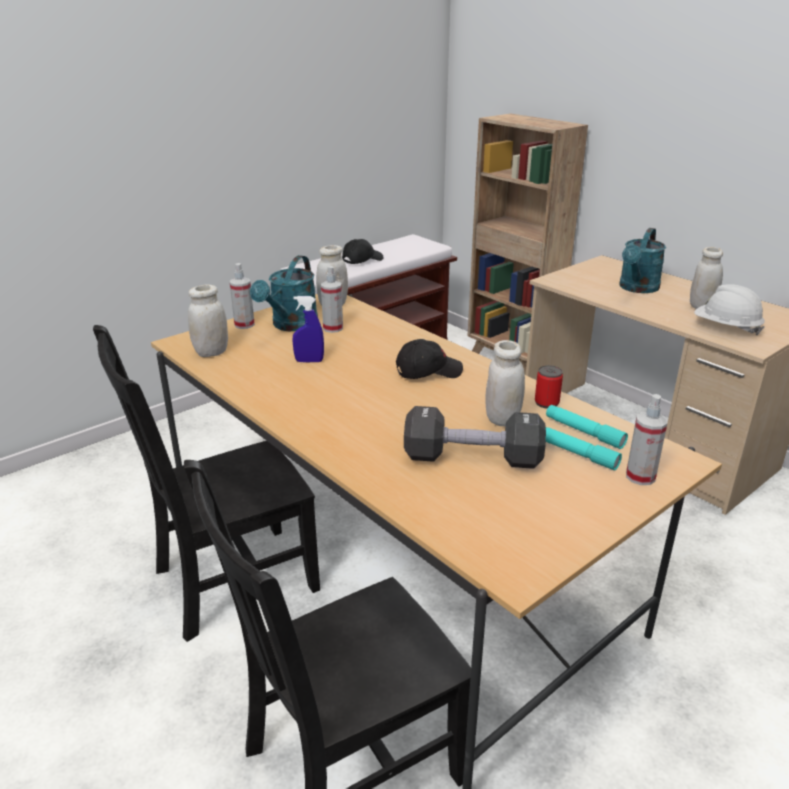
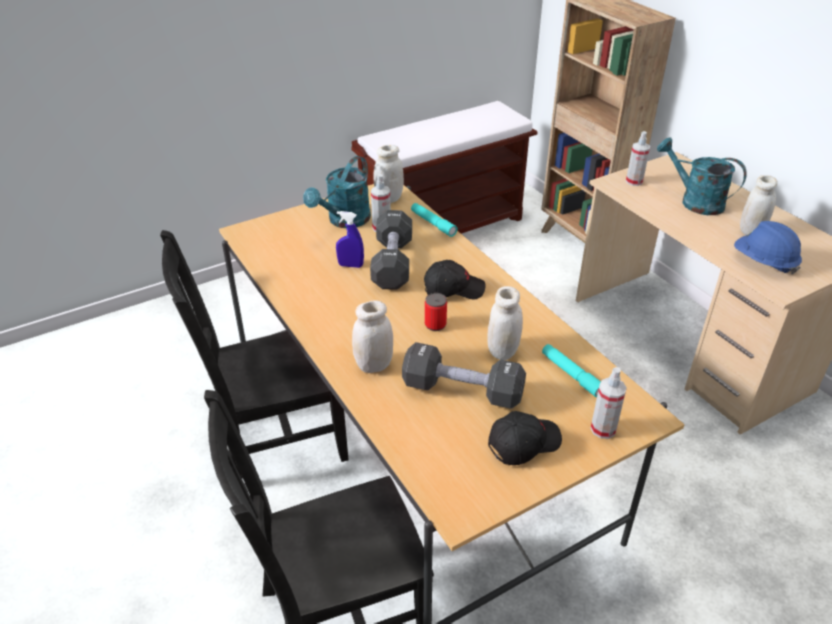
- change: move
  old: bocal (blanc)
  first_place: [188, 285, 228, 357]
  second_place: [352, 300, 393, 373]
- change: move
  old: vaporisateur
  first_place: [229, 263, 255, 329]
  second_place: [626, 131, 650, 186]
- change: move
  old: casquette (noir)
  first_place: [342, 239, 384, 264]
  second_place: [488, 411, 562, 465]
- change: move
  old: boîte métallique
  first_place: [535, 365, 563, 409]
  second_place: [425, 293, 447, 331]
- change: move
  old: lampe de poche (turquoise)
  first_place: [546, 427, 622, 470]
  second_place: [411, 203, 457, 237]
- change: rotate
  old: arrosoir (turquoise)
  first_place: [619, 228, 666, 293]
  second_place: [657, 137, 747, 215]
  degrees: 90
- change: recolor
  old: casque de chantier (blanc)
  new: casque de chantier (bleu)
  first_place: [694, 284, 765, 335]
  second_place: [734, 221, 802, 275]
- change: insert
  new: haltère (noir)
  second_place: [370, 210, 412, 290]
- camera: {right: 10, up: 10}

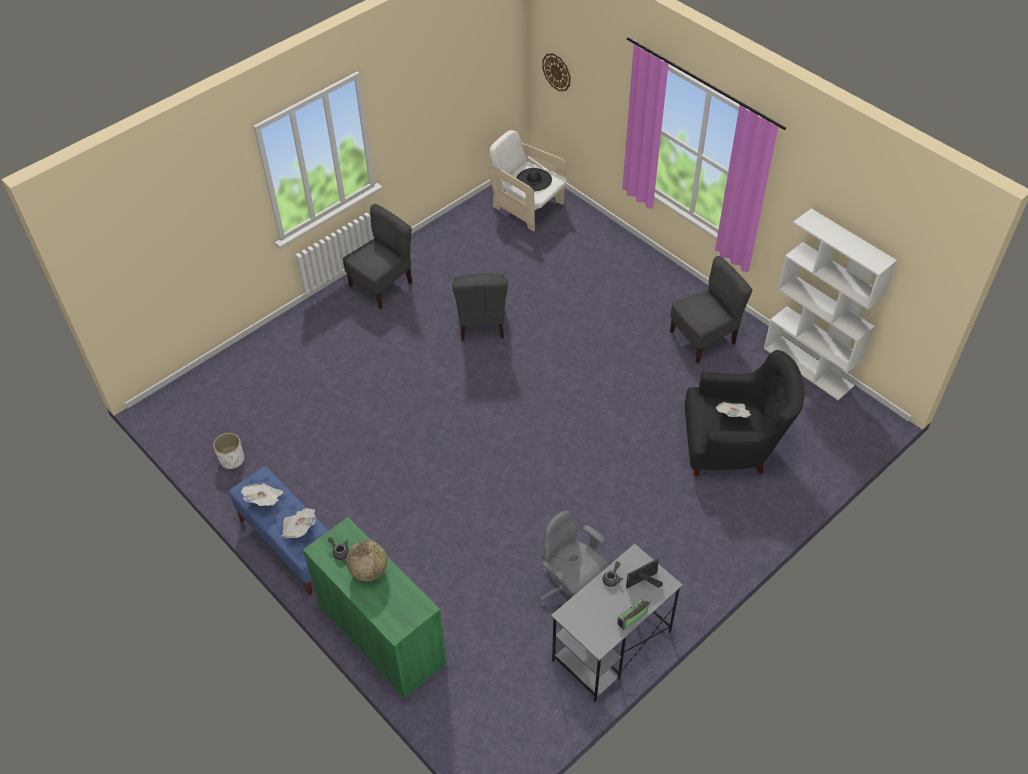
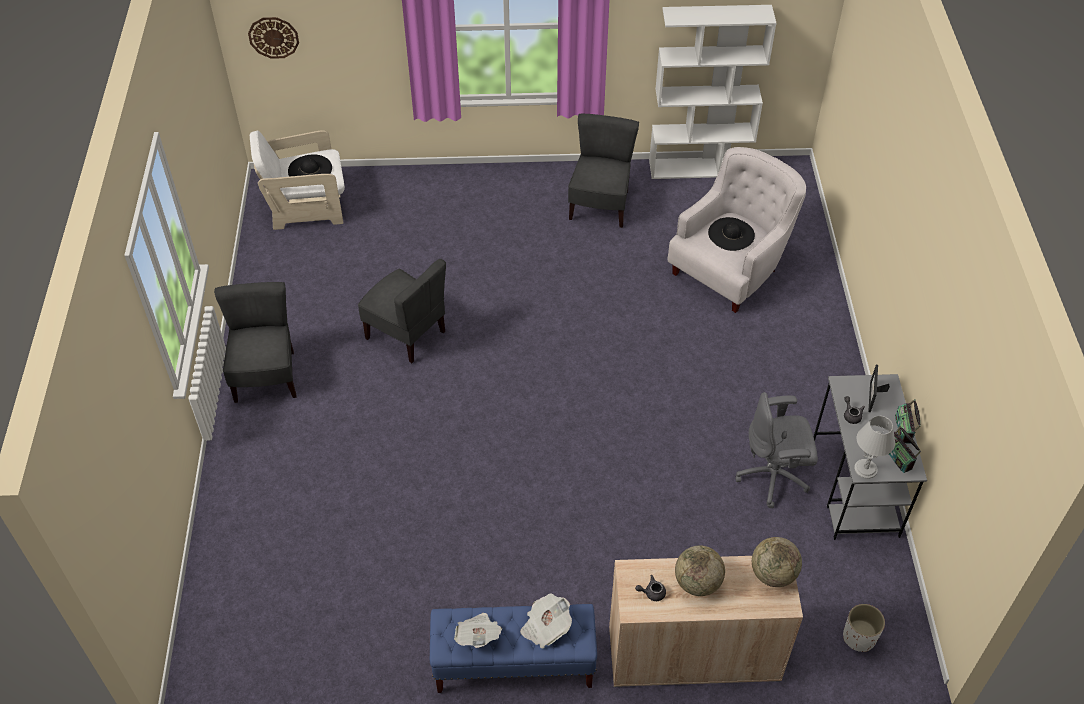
- change: move
  old: cache-pot (blanc)
  first_place: [213, 433, 244, 469]
  second_place: [843, 604, 885, 652]
- change: recolor
  old: meuble de rangement (vert)
  new: meuble de rangement (beige)
  first_place: [303, 517, 447, 699]
  second_place: [609, 556, 803, 687]
- change: recolor
  old: fauteuil (noir)
  new: fauteuil (blanc)
  first_place: [685, 350, 804, 476]
  second_place: [667, 147, 806, 313]
- change: replace
  old: journal
  new: chapeau (noir)
  first_place: [716, 402, 751, 418]
  second_place: [708, 217, 755, 251]
- change: insert
  new: globe
  second_place: [752, 537, 802, 587]
- change: insert
  new: lampe de table (gris)
  second_place: [854, 416, 895, 479]
- change: insert
  new: radio
  second_place: [889, 426, 921, 473]
- camera: {right: -50, up: 0}

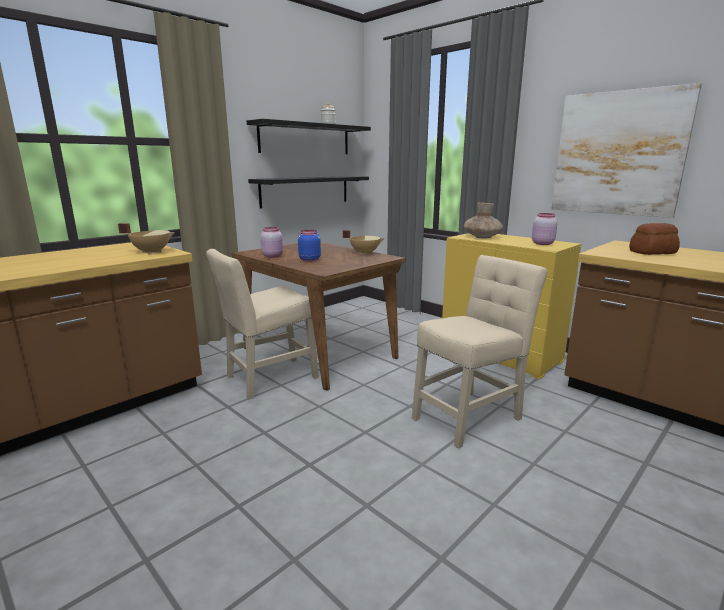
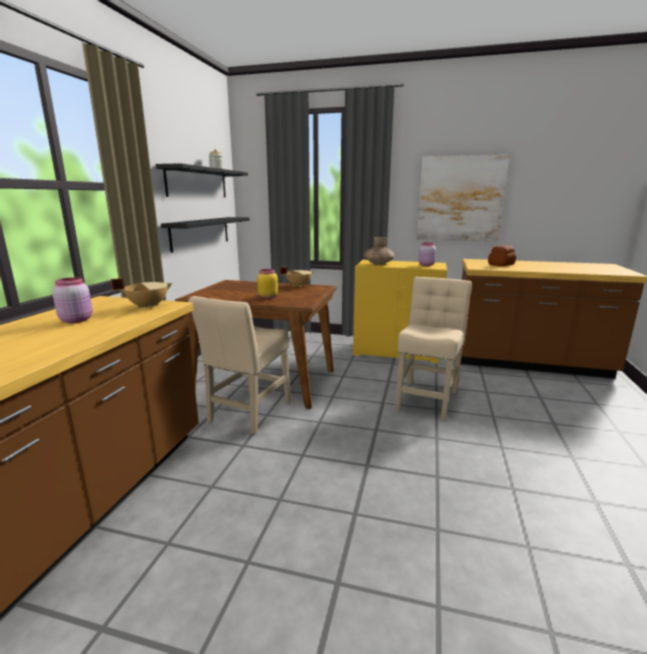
- change: move
  old: bocal (rose)
  first_place: [260, 227, 283, 258]
  second_place: [52, 277, 93, 323]
- change: recolor
  old: bocal (bleu)
  new: bocal (jaune)
  first_place: [298, 230, 321, 262]
  second_place: [257, 269, 278, 299]
- camera: {right: -30, up: 0}

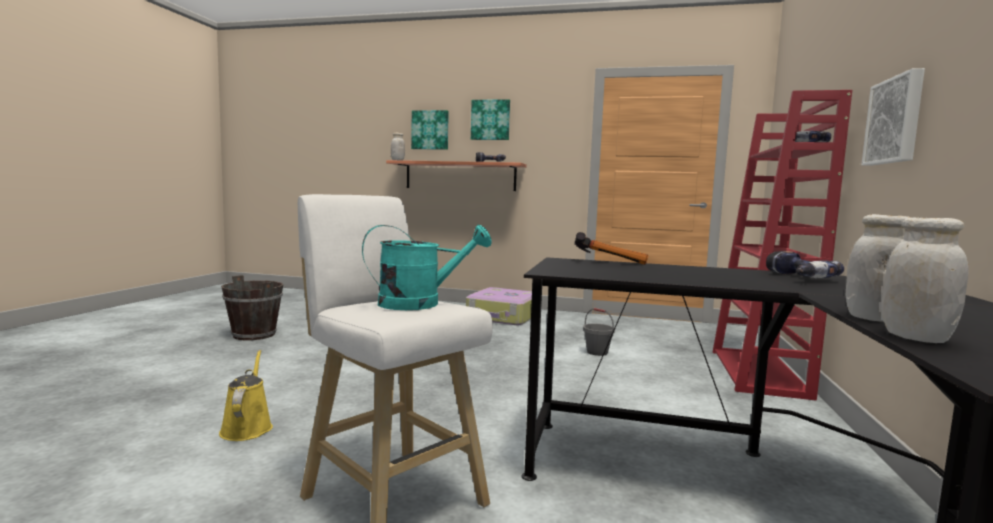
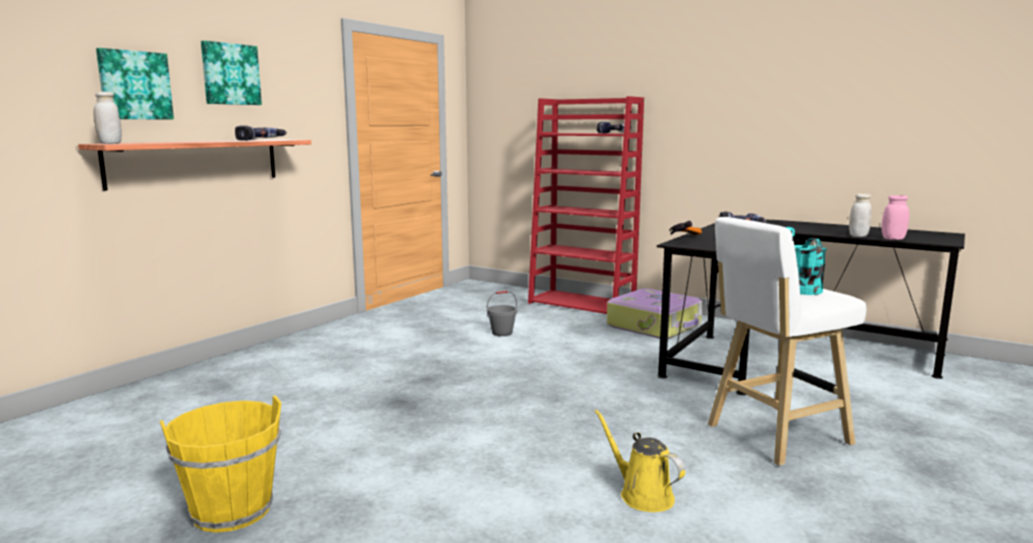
- change: rotate
  old: arrosoir (jaune)
  first_place: [219, 350, 273, 441]
  second_place: [594, 409, 685, 512]
  degrees: 45
- change: recolor
  old: seau (marron)
  new: seau (jaune)
  first_place: [221, 275, 283, 340]
  second_place: [160, 396, 281, 533]
- change: move
  old: valise
  first_place: [466, 287, 532, 325]
  second_place: [607, 288, 703, 339]
- change: delete
  old: tableau
  first_place: [861, 68, 925, 166]
- change: recolor
  old: bocal (blanc)
  new: bocal (rose)
  first_place: [882, 217, 969, 343]
  second_place: [881, 195, 909, 240]
- camera: {right: -70, up: 5}

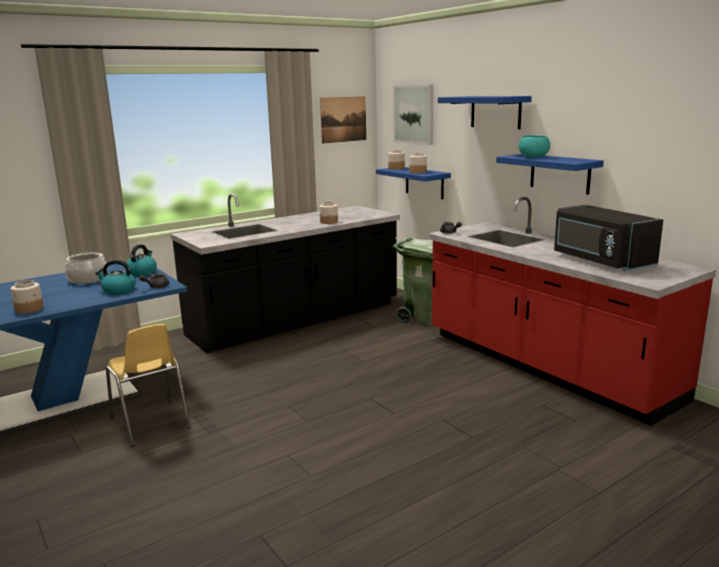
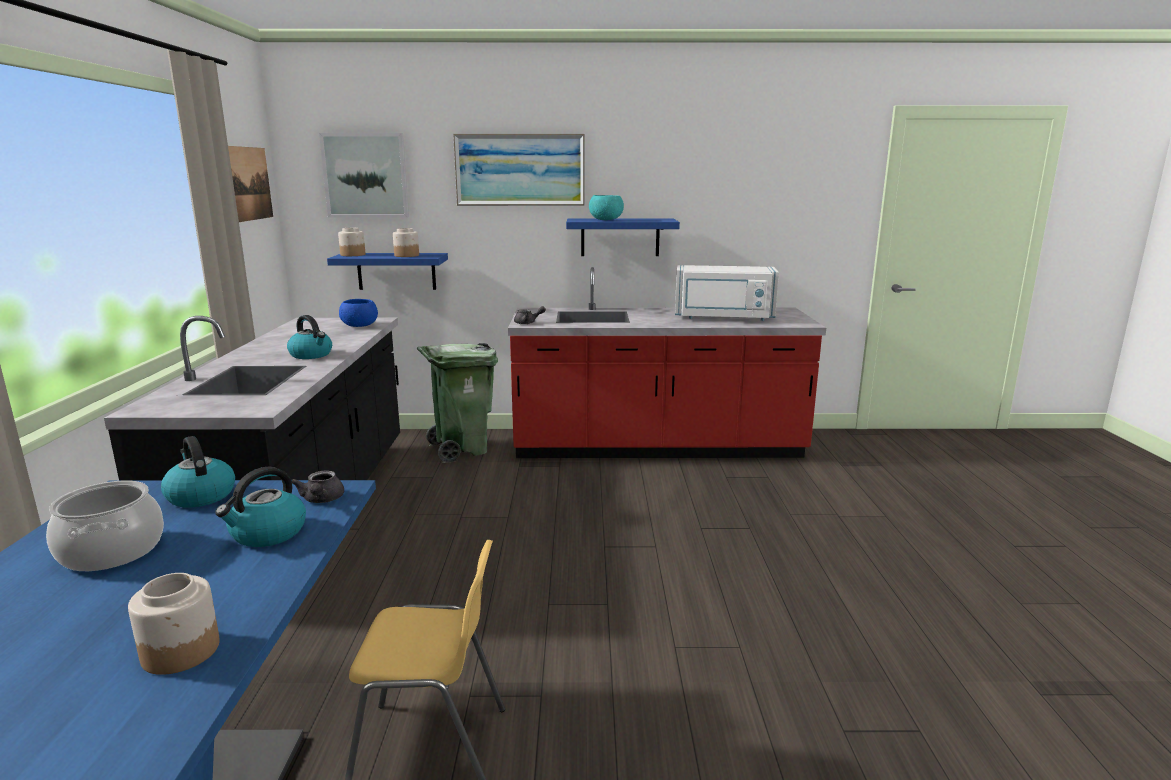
- change: delete
  old: bocal
  first_place: [319, 202, 338, 224]
- change: replace
  old: étagère (bleu)
  new: tableau
  first_place: [438, 96, 532, 129]
  second_place: [453, 134, 585, 206]
- change: recolor
  old: micro-ondes (noir)
  new: micro-ondes (blanc)
  first_place: [554, 205, 663, 271]
  second_place: [675, 265, 779, 321]
- change: insert
  new: bouilloire
  second_place: [287, 315, 332, 359]
- change: insert
  new: bol (bleu)
  second_place: [339, 299, 378, 327]
- camera: {right: -55, up: 0}

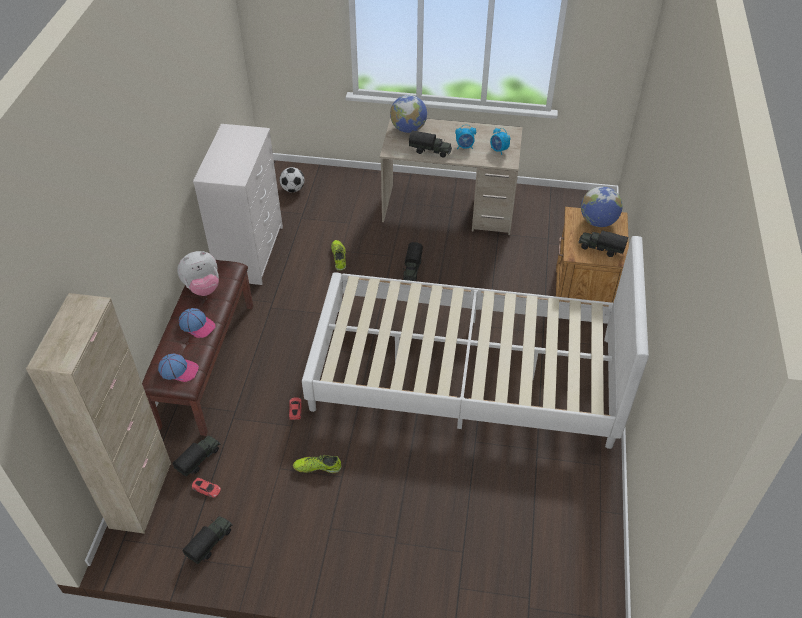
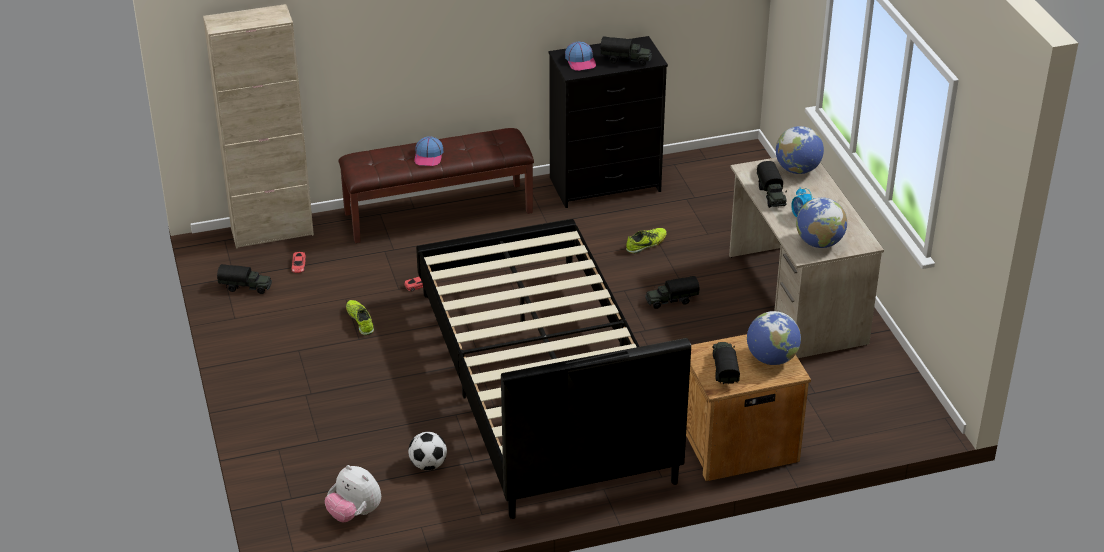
- change: move
  old: casquette
  first_place: [158, 353, 199, 382]
  second_place: [565, 41, 596, 71]
- change: move
  old: camion jouet
  first_place: [172, 436, 221, 477]
  second_place: [601, 36, 652, 66]
- change: move
  old: peluche
  first_place: [177, 251, 219, 296]
  second_place: [325, 465, 381, 522]
- change: recolor
  old: commode (blanc)
  new: commode (noir)
  first_place: [193, 124, 283, 285]
  second_place: [549, 36, 668, 208]
- change: move
  old: ballon de foot
  first_place: [279, 167, 305, 192]
  second_place: [408, 432, 447, 470]
- change: recolor
  old: lit (blanc)
  new: lit (noir)
  first_place: [302, 236, 649, 449]
  second_place: [416, 219, 691, 519]
- change: replace
  old: réveil
  new: globe
  first_place: [490, 128, 510, 155]
  second_place: [796, 198, 847, 248]
- camera: {right: 65, up: -10}

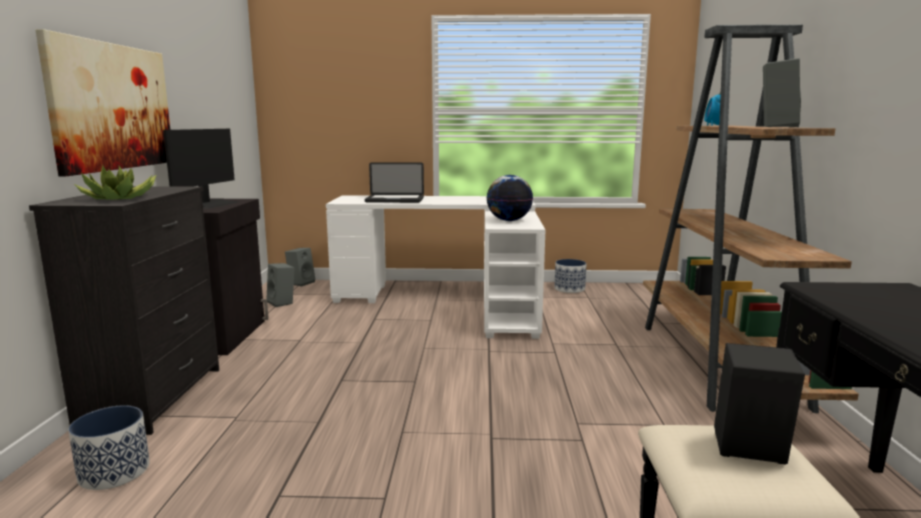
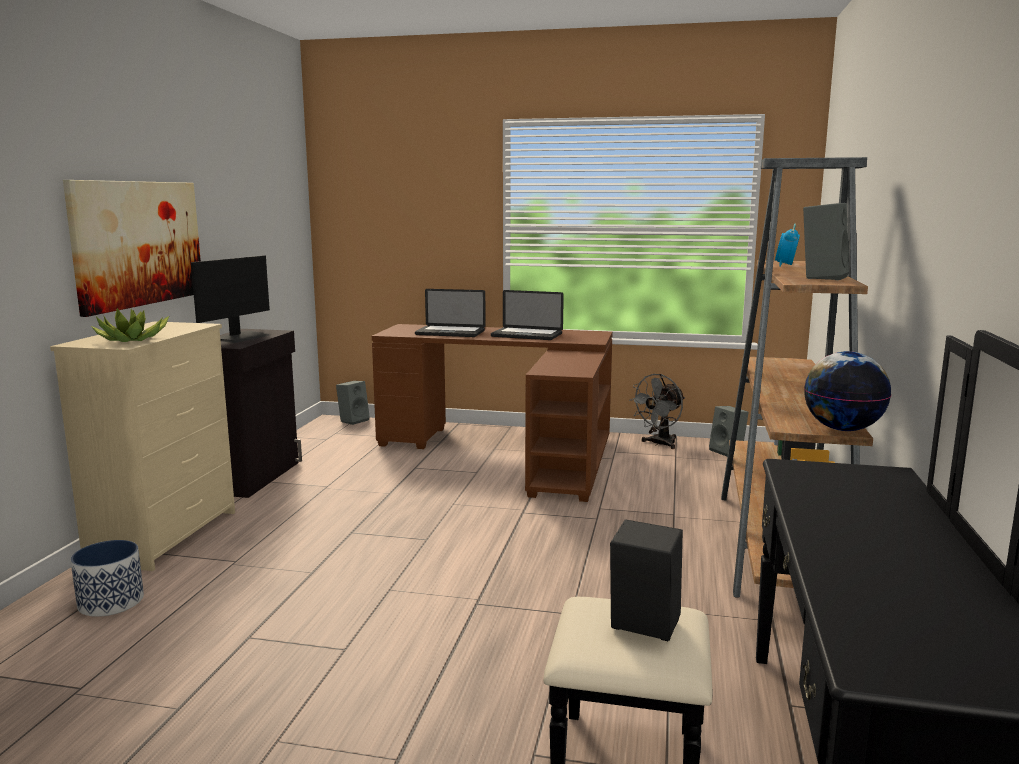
- change: recolor
  old: commode (noir)
  new: commode (beige)
  first_place: [29, 186, 219, 435]
  second_place: [50, 321, 235, 571]
- change: move
  old: enceinte (gris)
  first_place: [266, 263, 294, 307]
  second_place: [709, 406, 749, 457]
- change: recolor
  old: bureau (blanc)
  new: bureau (marron)
  first_place: [326, 195, 545, 339]
  second_place: [372, 324, 613, 502]
- change: move
  old: globe
  first_place: [486, 175, 533, 221]
  second_place: [804, 351, 891, 431]
- change: replace
  old: cache-pot
  new: ventilateur (gris)
  first_place: [554, 259, 586, 293]
  second_place: [629, 374, 685, 449]
- change: insert
  new: ordinateur portable
  second_place: [491, 290, 564, 340]
- camera: {right: 10, up: 0}

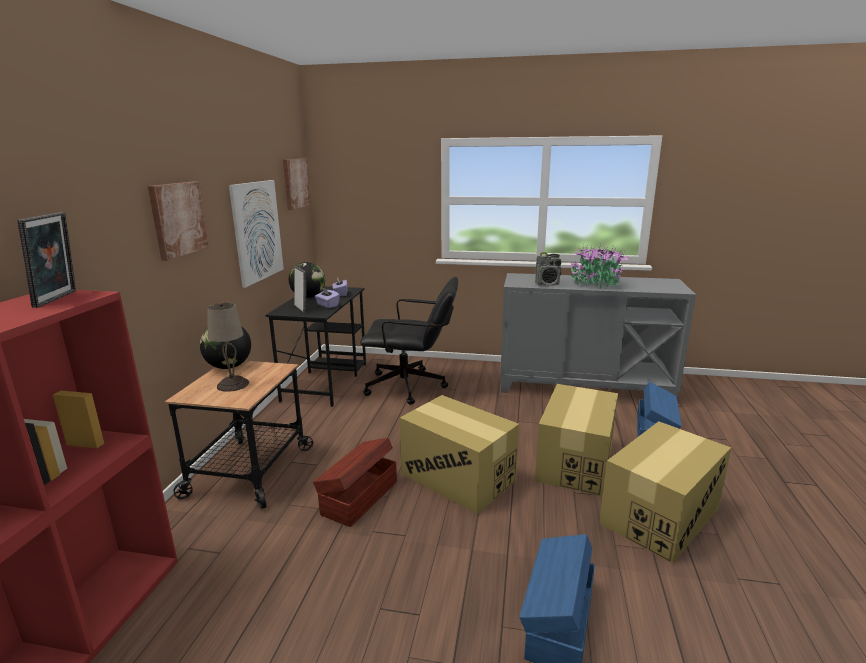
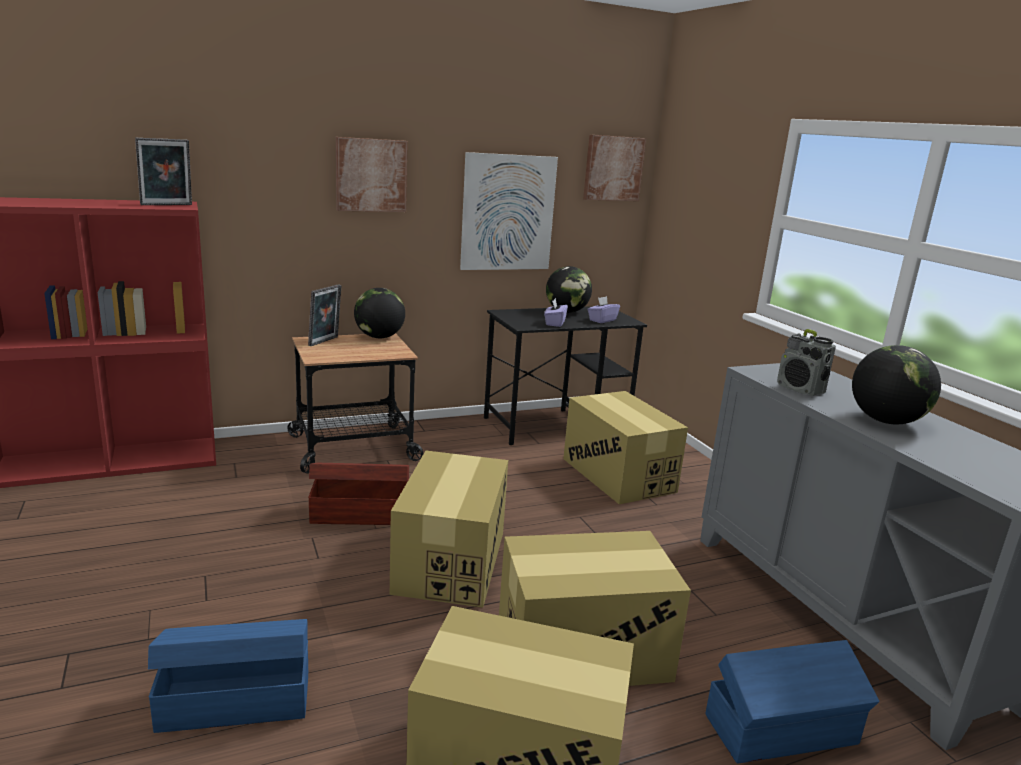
- change: delete
  old: lampe de table (beige)
  first_place: [207, 303, 249, 392]
- change: move
  old: cadre photo
  first_place: [294, 266, 307, 313]
  second_place: [308, 284, 342, 346]
- change: replace
  old: chaise de bureau (noir)
  new: carton
  first_place: [360, 277, 458, 405]
  second_place: [563, 391, 688, 504]
- change: replace
  old: plante en pot
  new: globe
  first_place: [569, 244, 628, 289]
  second_place: [852, 345, 941, 425]
- camera: {right: 55, up: 0}

